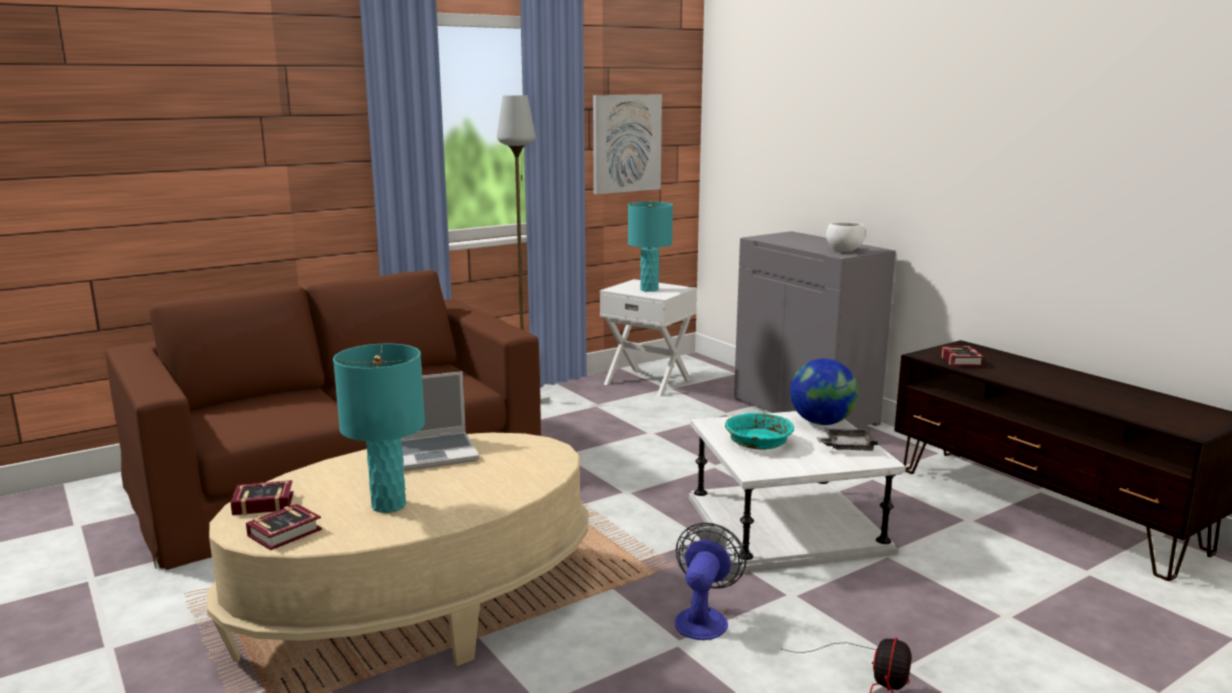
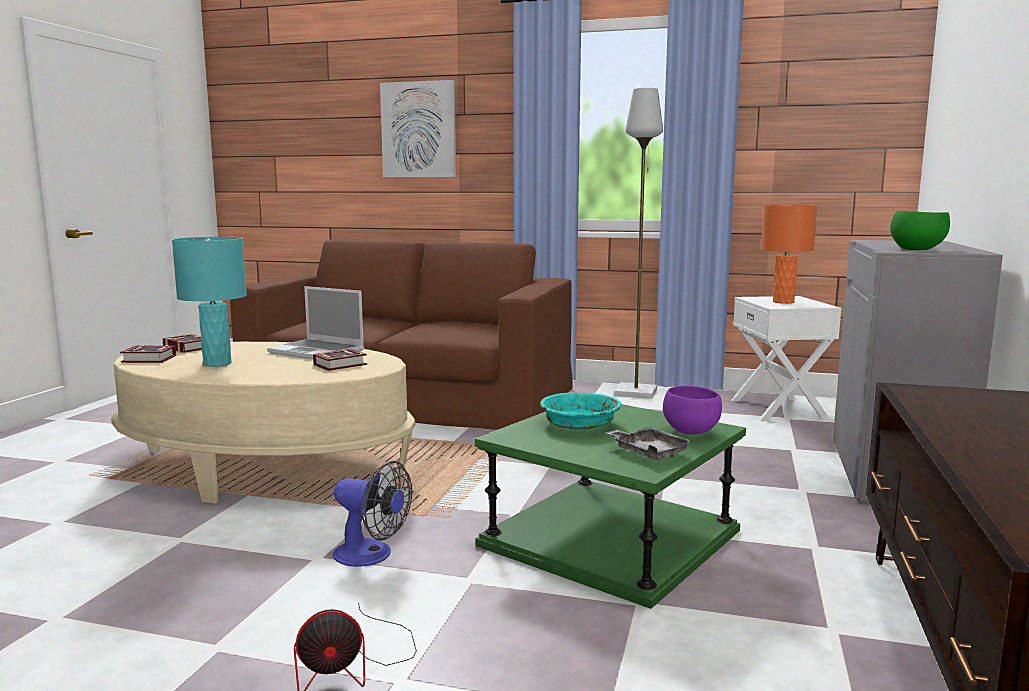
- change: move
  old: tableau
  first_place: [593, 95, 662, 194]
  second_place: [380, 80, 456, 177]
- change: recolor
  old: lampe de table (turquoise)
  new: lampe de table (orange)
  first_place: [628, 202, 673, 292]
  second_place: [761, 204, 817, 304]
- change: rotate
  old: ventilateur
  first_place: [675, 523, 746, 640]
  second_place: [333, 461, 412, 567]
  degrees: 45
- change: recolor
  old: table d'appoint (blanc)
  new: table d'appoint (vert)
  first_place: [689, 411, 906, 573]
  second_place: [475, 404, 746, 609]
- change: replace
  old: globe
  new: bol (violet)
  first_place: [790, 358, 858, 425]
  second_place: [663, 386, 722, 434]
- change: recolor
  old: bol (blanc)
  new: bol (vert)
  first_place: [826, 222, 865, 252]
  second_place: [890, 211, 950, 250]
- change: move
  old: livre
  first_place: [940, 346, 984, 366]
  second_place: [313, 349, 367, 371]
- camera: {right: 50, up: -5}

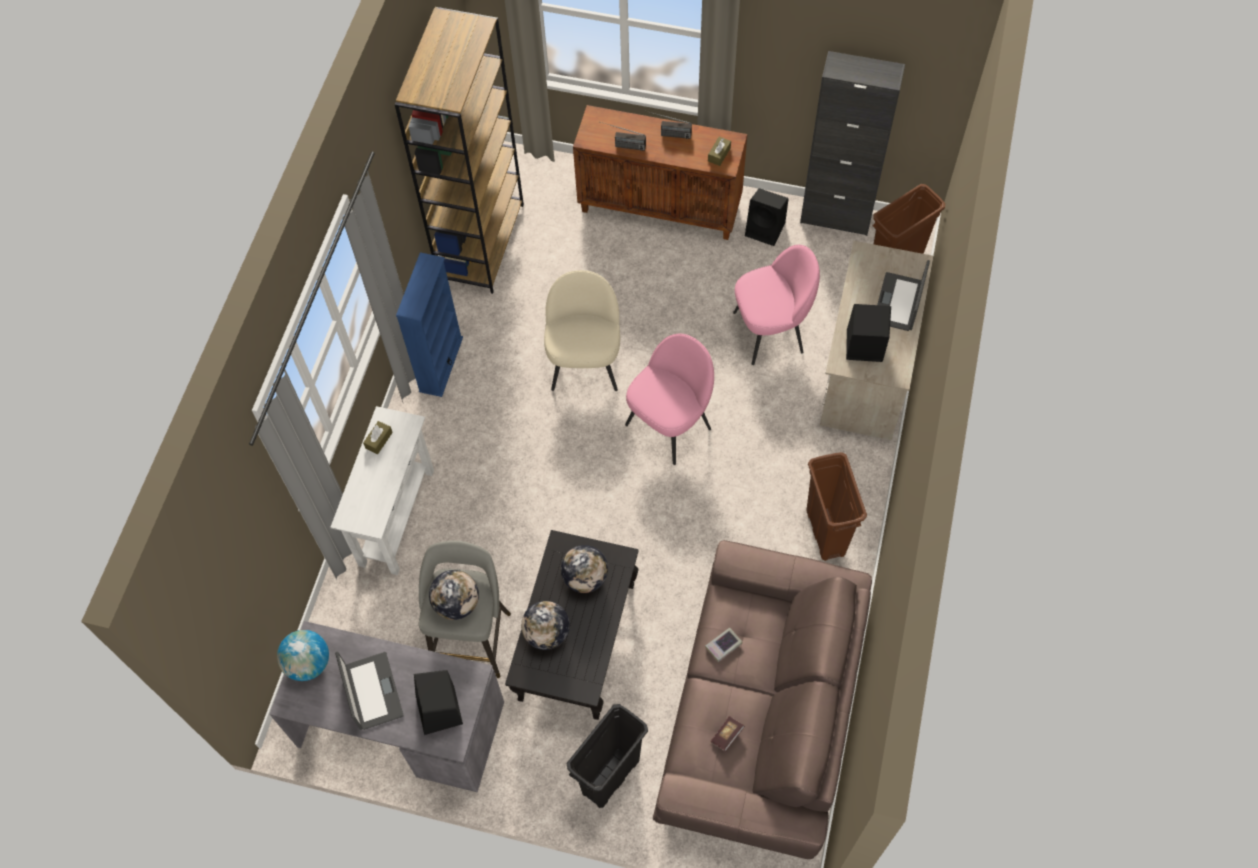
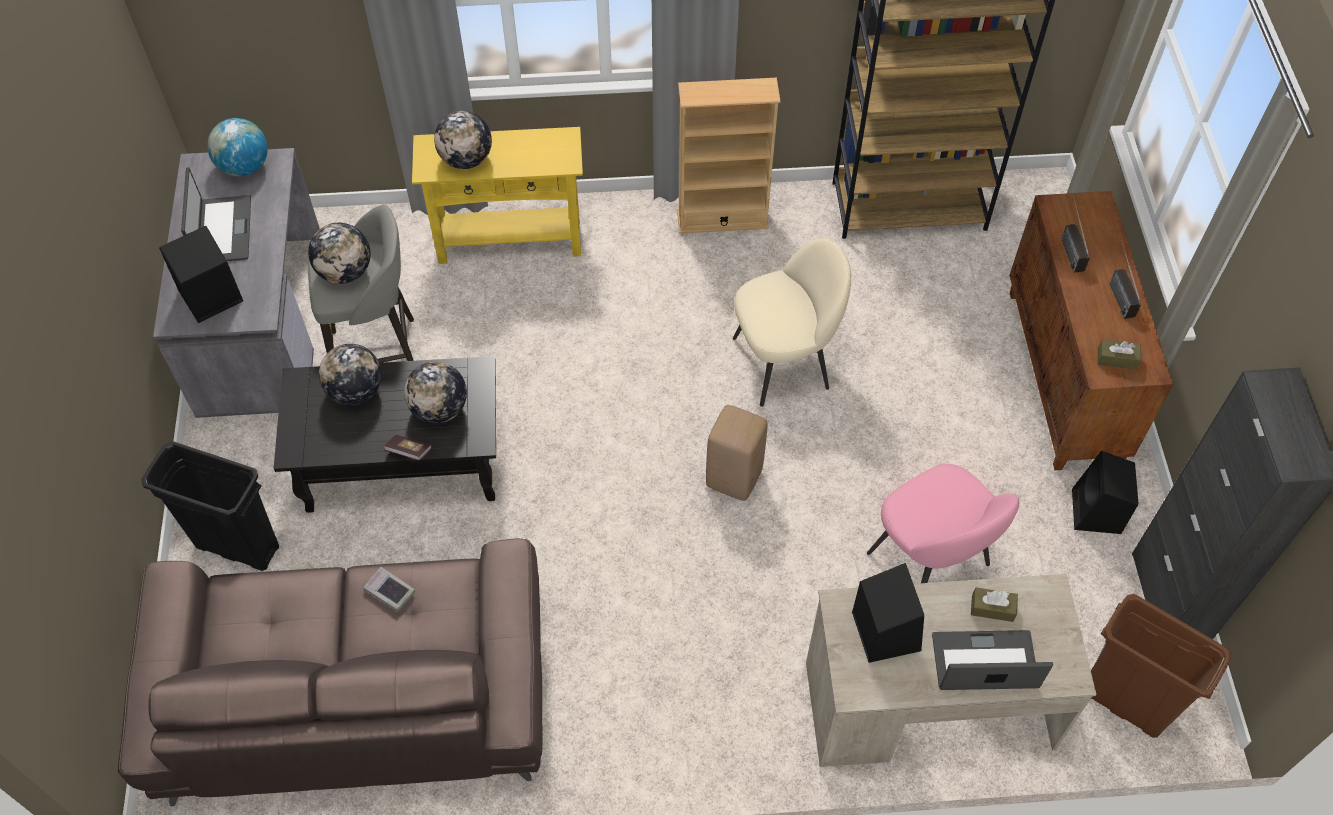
- change: recolor
  old: table console (blanc)
  new: table console (jaune)
  first_place: [330, 406, 434, 575]
  second_place: [412, 127, 583, 264]
- change: rotate
  old: ordinateur portable
  first_place: [335, 651, 403, 730]
  second_place: [181, 167, 251, 261]
  degrees: -60
- change: move
  old: boîte à mouchoirs (marron)
  first_place: [363, 421, 393, 454]
  second_place: [971, 588, 1018, 622]
- change: recolor
  old: bibliothèque (bleu)
  new: bibliothèque (beige)
  first_place: [396, 252, 463, 397]
  second_place: [677, 78, 781, 234]
- change: replace
  old: chaise (rose)
  new: tabouret (beige)
  first_place: [625, 334, 714, 465]
  second_place: [706, 405, 767, 501]
- change: move
  old: livre
  first_place: [710, 716, 745, 751]
  second_place: [384, 435, 432, 461]
- change: delete
  old: poubelle (marron)
  first_place: [806, 452, 867, 561]
- change: insert
  new: globe
  second_place: [434, 111, 492, 169]
- camera: {right: 70, up: -5}

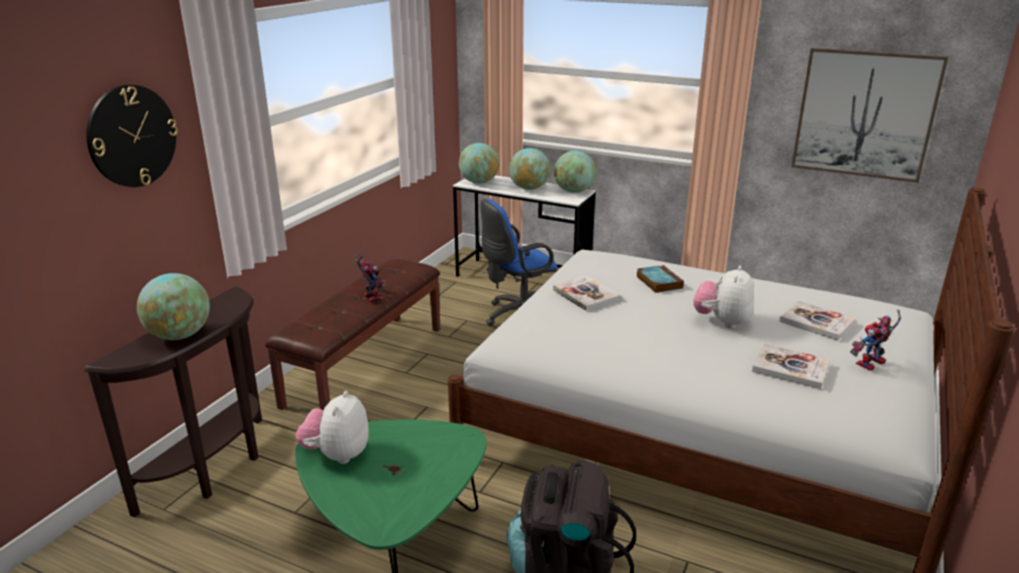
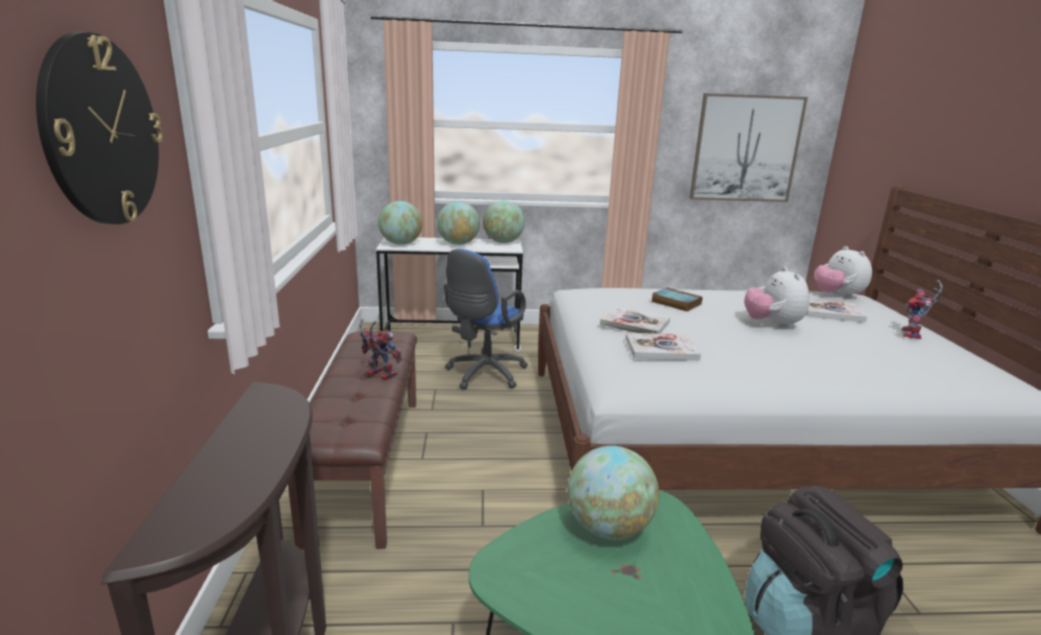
- change: move
  old: globe
  first_place: [137, 273, 210, 340]
  second_place: [567, 446, 659, 540]
- change: move
  old: peluche
  first_place: [296, 391, 369, 464]
  second_place: [814, 246, 872, 298]
- change: move
  old: livre
  first_place: [752, 343, 830, 389]
  second_place: [625, 333, 701, 361]
- camera: {right: -30, up: -5}

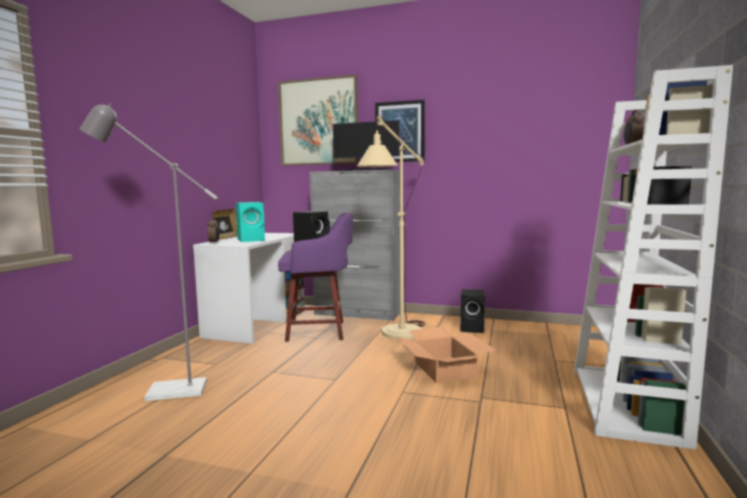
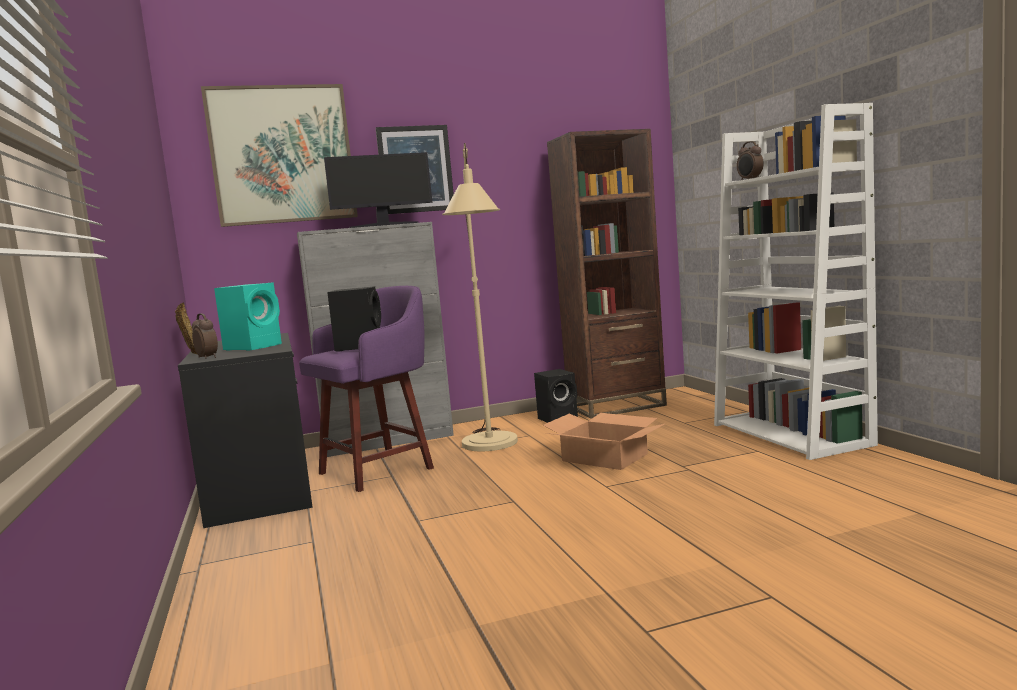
- change: delete
  old: lampadaire (gris)
  first_place: [79, 103, 218, 401]
- change: recolor
  old: bureau (blanc)
  new: bureau (noir)
  first_place: [193, 233, 305, 343]
  second_place: [178, 333, 313, 528]
- change: insert
  new: bibliothèque (marron)
  second_place: [547, 129, 667, 419]
- camera: {right: -35, up: 0}

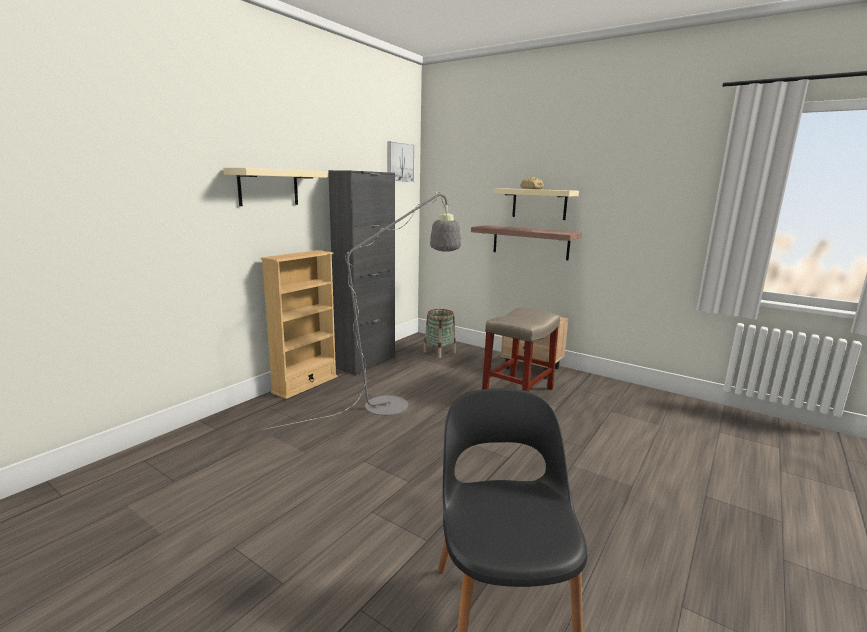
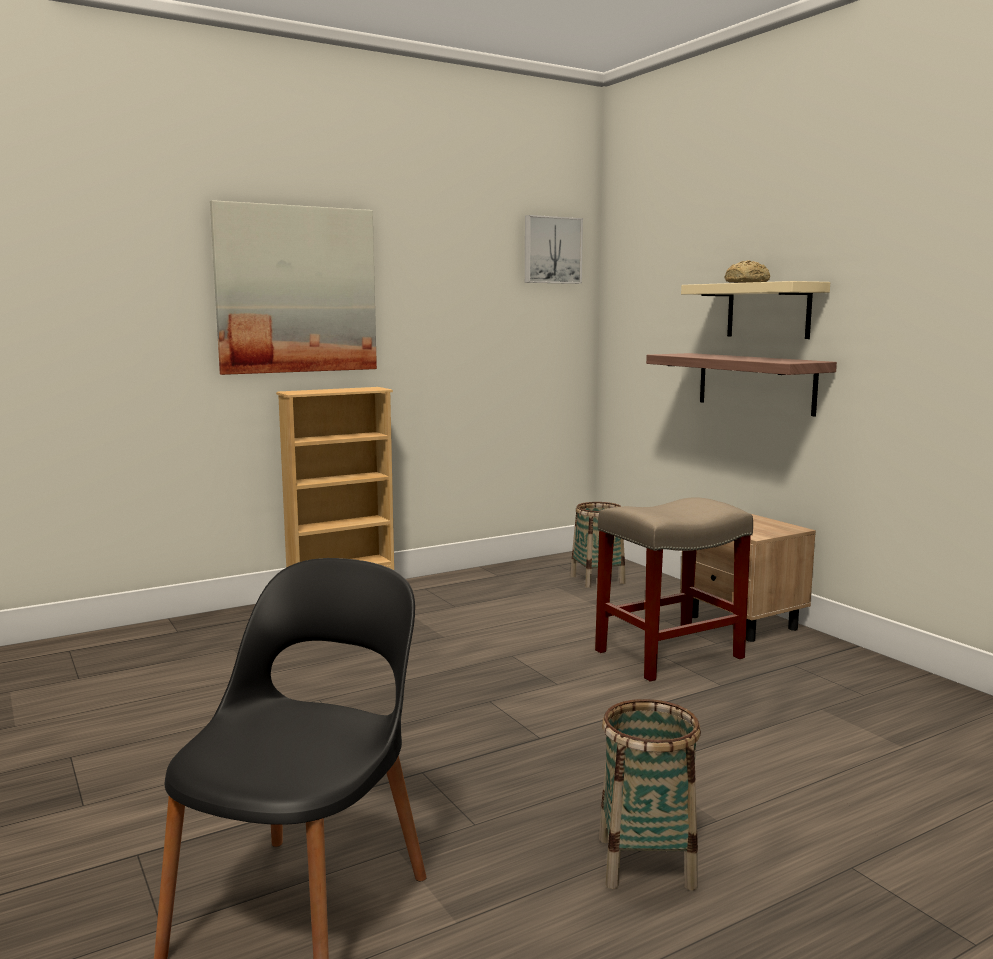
- change: replace
  old: étagère (beige)
  new: tableau
  first_place: [223, 168, 327, 206]
  second_place: [210, 201, 377, 375]
- change: delete
  old: lampadaire (gris)
  first_place: [263, 192, 461, 430]
- change: delete
  old: meuble de rangement (noir)
  first_place: [328, 170, 395, 375]
- change: insert
  new: panier
  second_place: [599, 699, 701, 891]
- camera: {right: 25, up: -5}

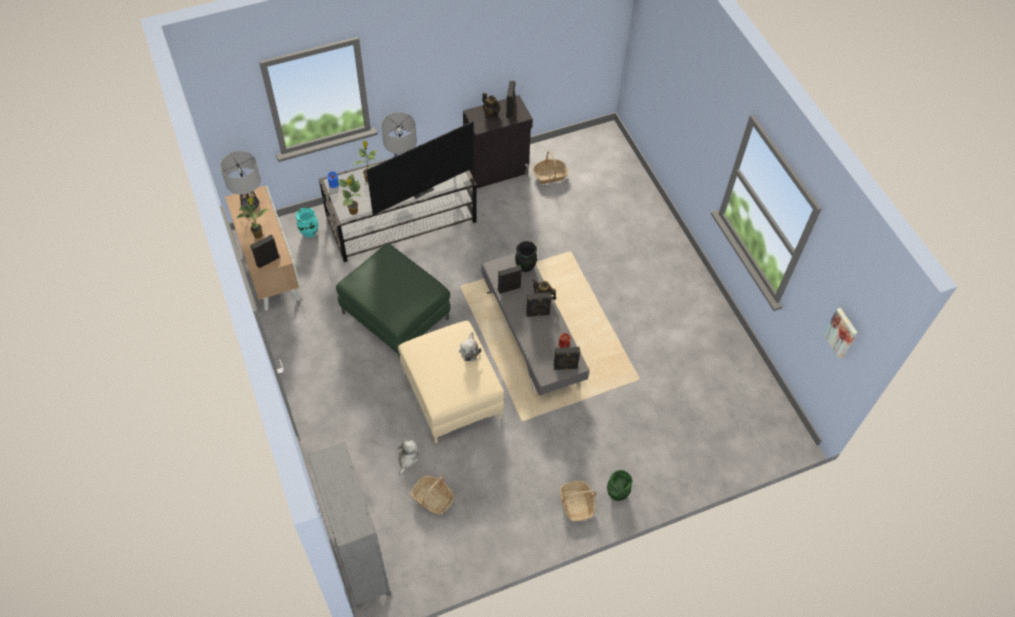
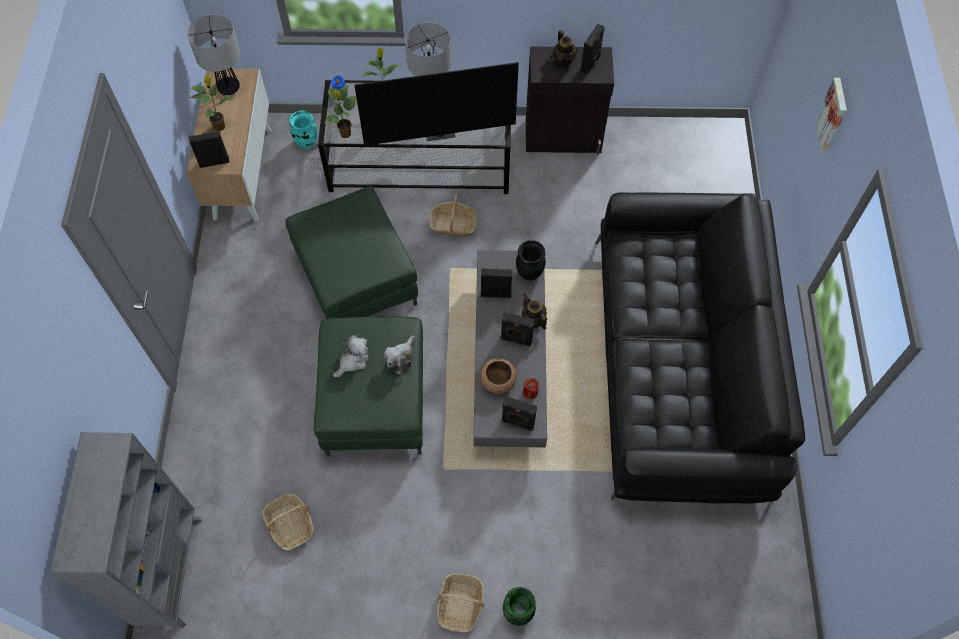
- change: recolor
  old: pouf (beige)
  new: pouf (vert)
  first_place: [398, 321, 504, 443]
  second_place: [314, 317, 423, 456]
- change: move
  old: peluche
  first_place: [398, 440, 419, 475]
  second_place: [333, 335, 369, 377]
- change: move
  old: panier
  first_place: [533, 151, 568, 184]
  second_place: [430, 193, 477, 237]
- change: move
  old: tableau
  first_place: [823, 308, 858, 359]
  second_place: [815, 78, 847, 151]
- change: insert
  new: bol (marron)
  second_place: [480, 358, 517, 394]
- change: insert
  new: canapé (noir)
  second_place: [595, 192, 805, 504]
- camera: {right: 25, up: 5}

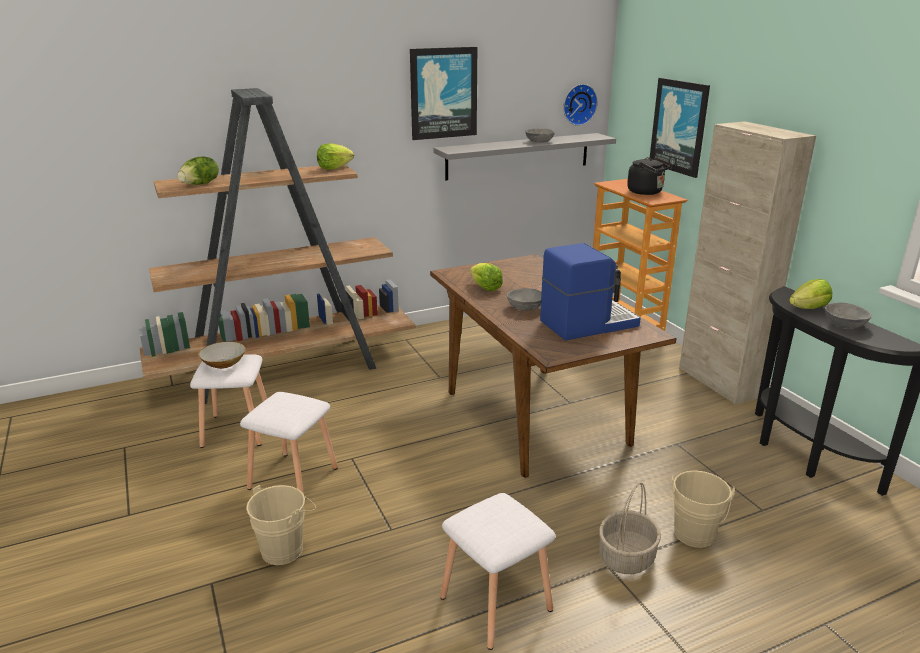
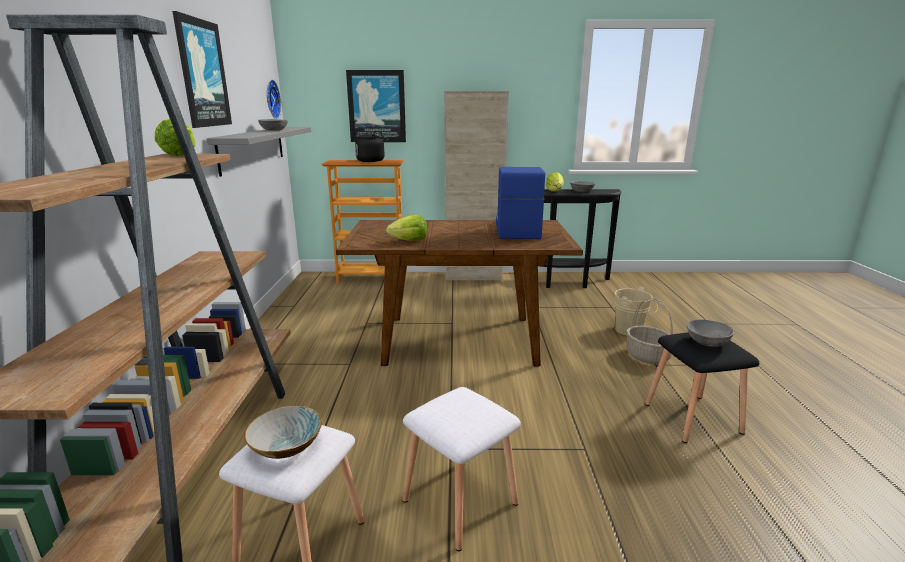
- change: delete
  old: laitue
  first_place: [178, 157, 219, 185]
- change: delete
  old: seau (beige)
  first_place: [246, 485, 316, 565]
- change: recolor
  old: tabouret (blanc)
  new: tabouret (noir)
  first_place: [440, 493, 556, 650]
  second_place: [645, 332, 760, 443]
- change: move
  old: bol (gris)
  first_place: [507, 288, 542, 311]
  second_place: [687, 319, 734, 347]
- camera: {right: -65, up: -5}

